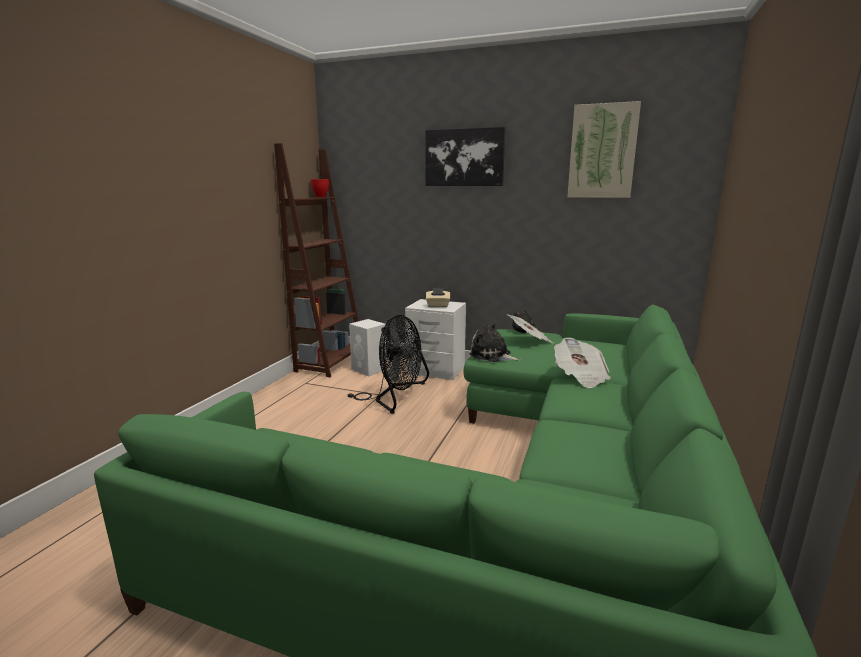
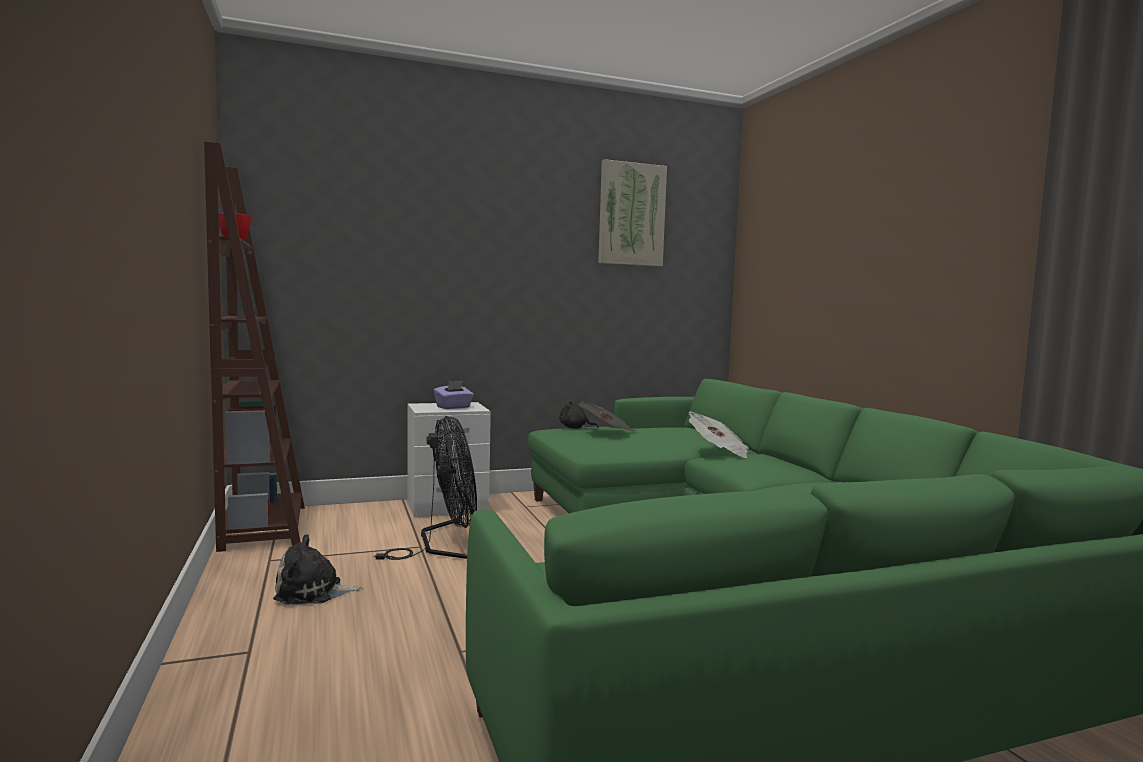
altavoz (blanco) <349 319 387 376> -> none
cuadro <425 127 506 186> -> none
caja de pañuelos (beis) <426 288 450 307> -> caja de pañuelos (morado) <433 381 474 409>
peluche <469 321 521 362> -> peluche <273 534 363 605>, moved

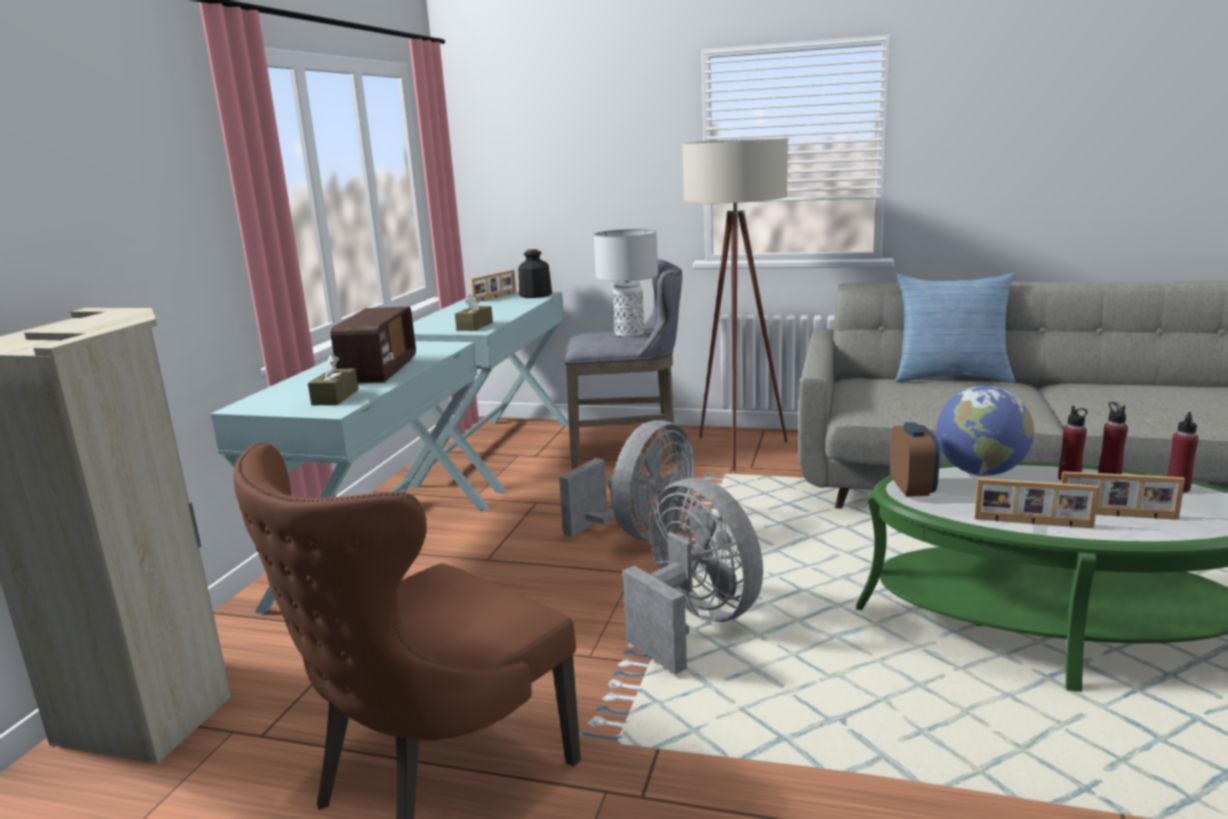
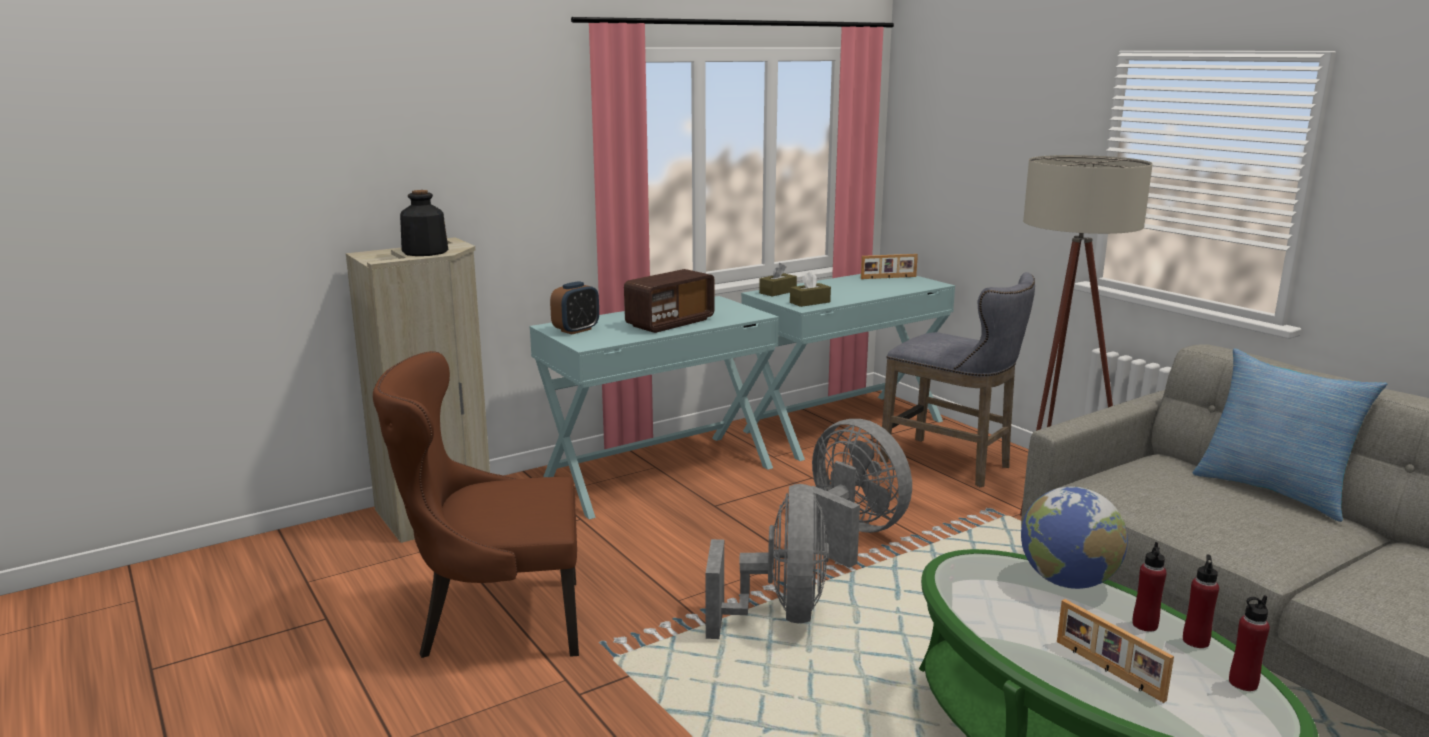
caja de pañuelos (marrón) <308 354 359 405> -> caja de pañuelos (marrón) <759 263 797 297>, moved
botella <518 249 552 298> -> botella <400 190 448 256>, moved
ventilador (gris) <559 420 695 541> -> ventilador (gris) <812 419 912 568>, 120 degrees counterclockwise
lámpara de mesa (blanco) <594 229 658 337> -> none
despertador <890 422 940 497> -> despertador <550 281 599 334>, moved
portarretratos <975 478 1099 528> -> none

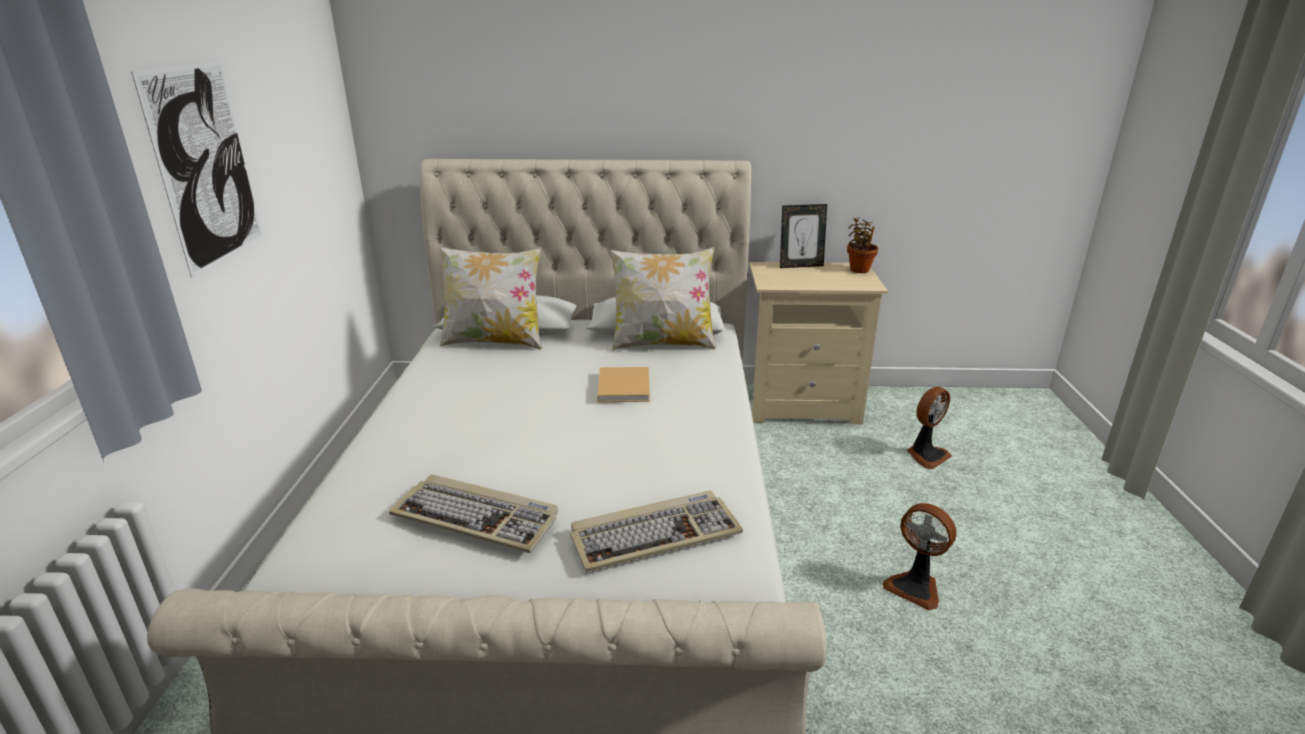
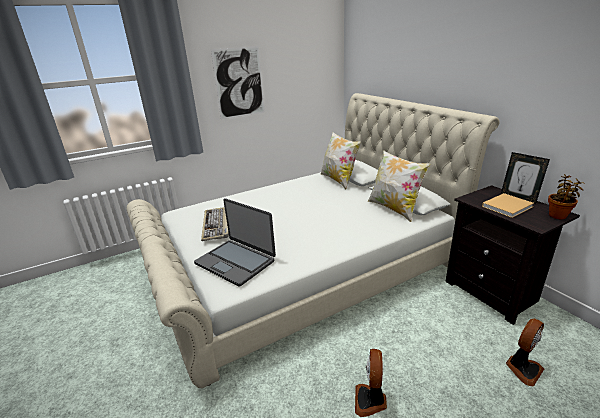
teclado <570 490 743 572> -> portátil <194 198 276 286>
libro (beis) <597 367 650 402> -> libro (beis) <482 193 534 218>, moved
mesita de noche (beis) <749 262 888 424> -> mesita de noche (negro) <445 185 580 325>
ventilador <907 387 952 469> -> ventilador <506 319 544 387>, 60 degrees counterclockwise

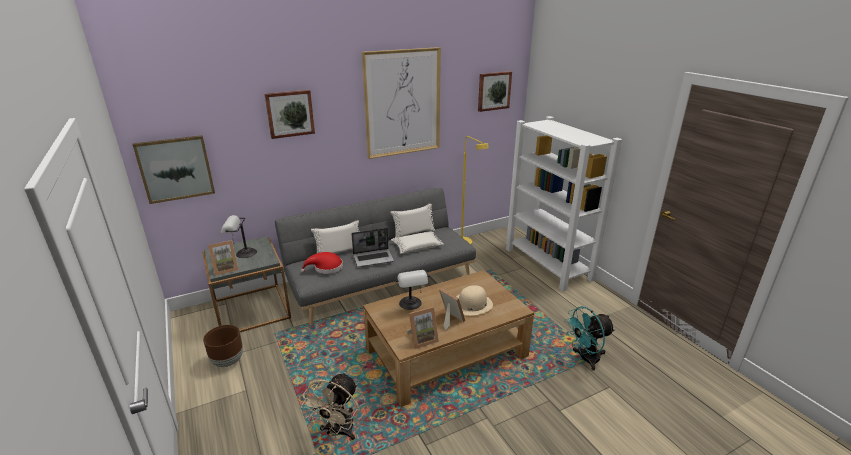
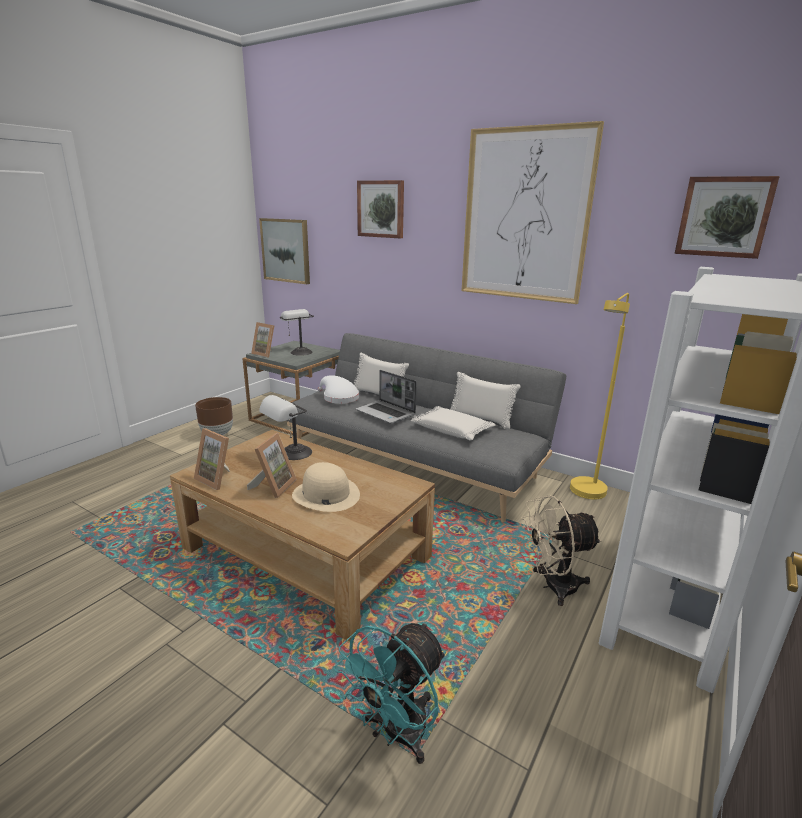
sombrero (rojo) <301 252 343 274> -> sombrero (blanco) <318 375 359 404>
ventilador (beis) <301 372 358 440> -> ventilador (beis) <521 495 602 606>, moved
ventilador (turquesa) <564 306 615 370> -> ventilador (turquesa) <334 622 446 764>, 90 degrees counterclockwise

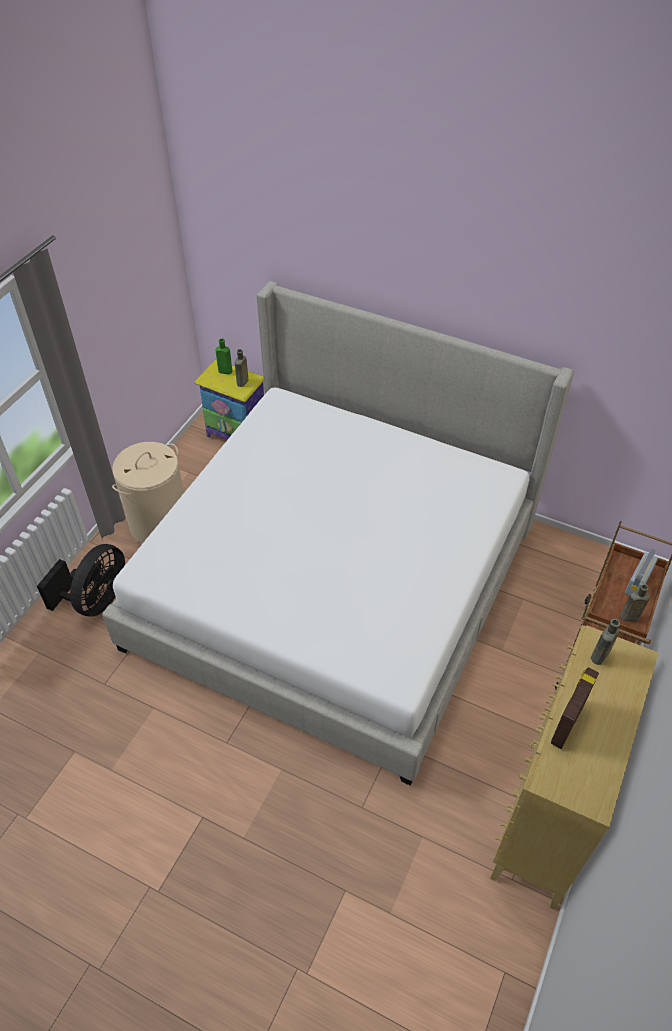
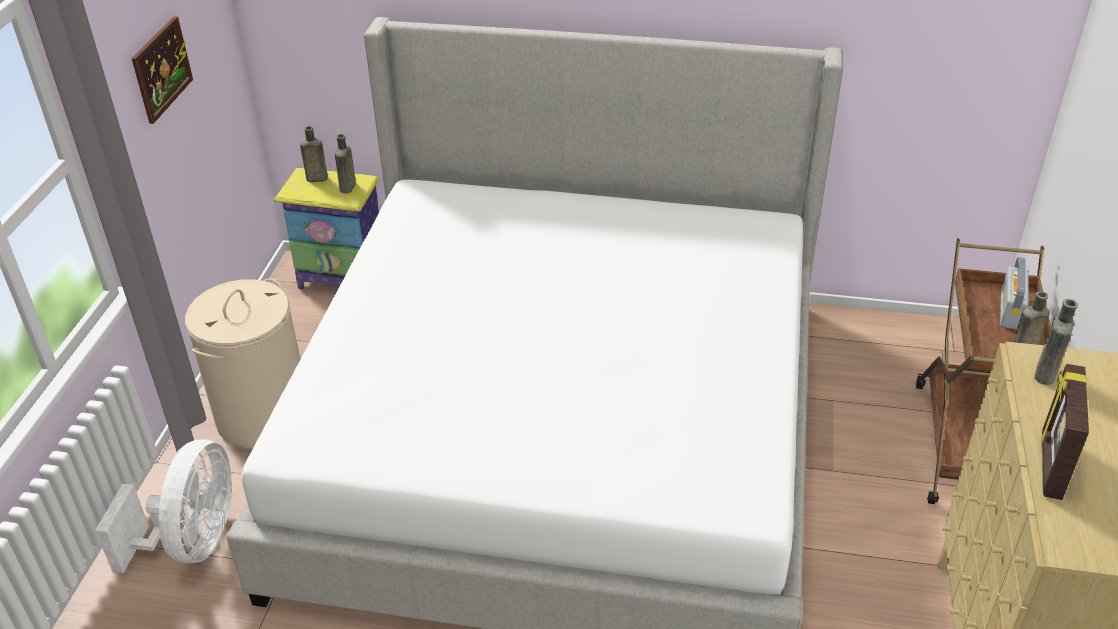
ventilador (negro) <37 544 125 617> -> ventilador (blanco) <95 439 232 573>
botella (verde) <216 338 232 374> -> botella (marrón) <300 126 328 182>
none -> cuadro <131 16 193 124>

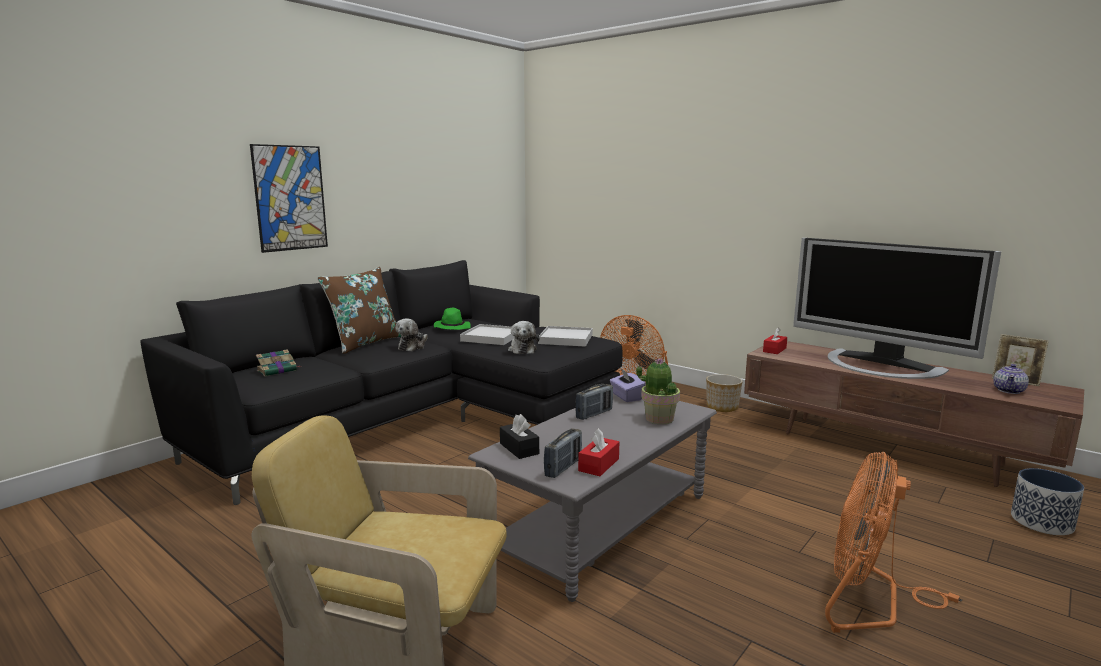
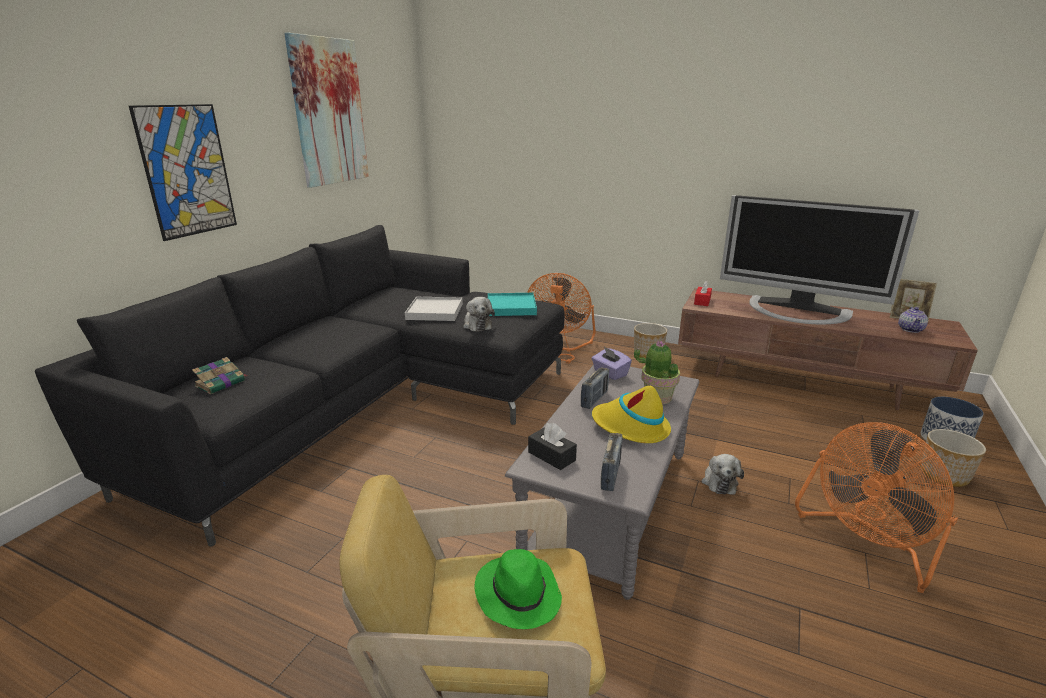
cojín (marrón) <317 267 401 354> -> none
peluche <395 318 428 351> -> peluche <702 454 744 495>, moved
sombrero (verde) <434 308 471 330> -> sombrero (verde) <475 549 562 629>, moved
bandeja (blanco) <538 326 593 347> -> bandeja (turquesa) <488 293 537 316>
caja de pañuelos (rojo) <578 428 619 476> -> none
ventilador (naranja) <825 452 962 633> -> ventilador (naranja) <795 422 958 593>, 45 degrees counterclockwise
none -> cuadro <284 32 369 188>
none -> sombrero (amarillo) <592 386 671 443>
none -> maceta <921 429 986 487>

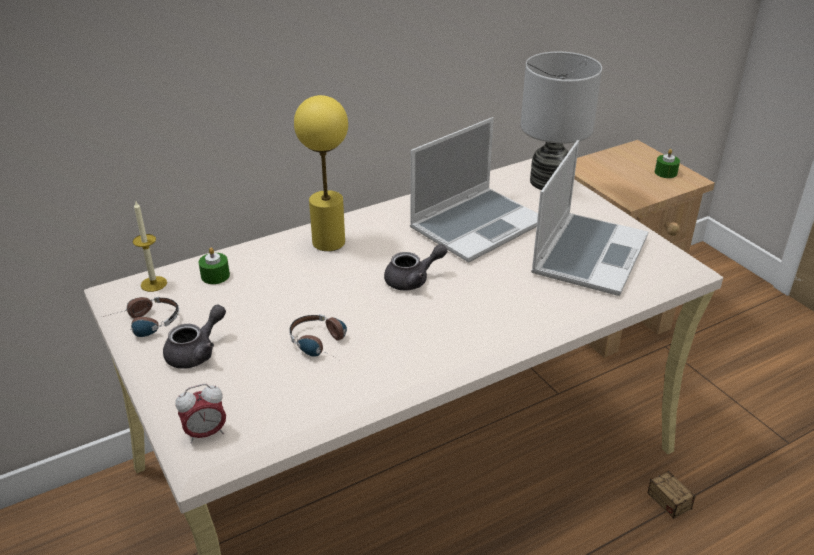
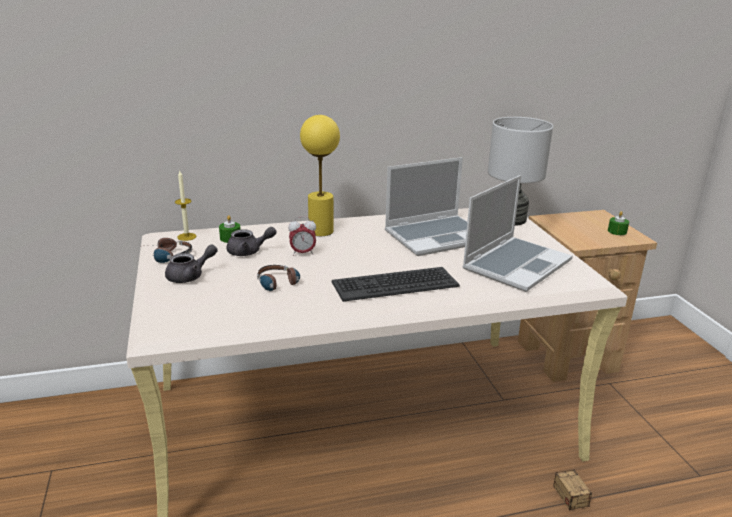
despertador <176 384 226 444> -> despertador <288 217 316 256>, moved
tetera (gris) <384 244 447 290> -> tetera (gris) <226 227 277 256>, moved
none -> teclado <331 267 460 302>

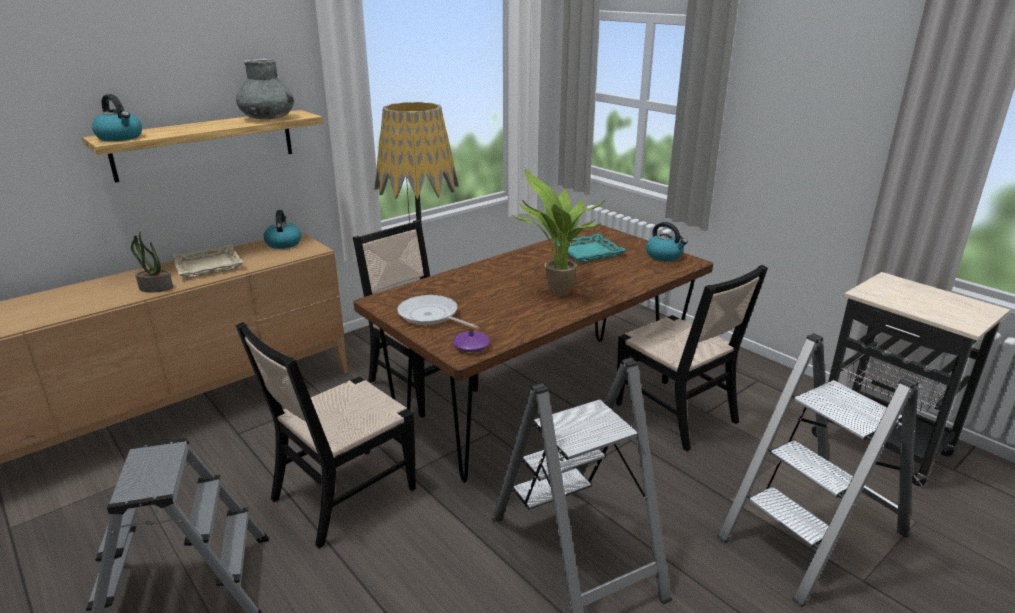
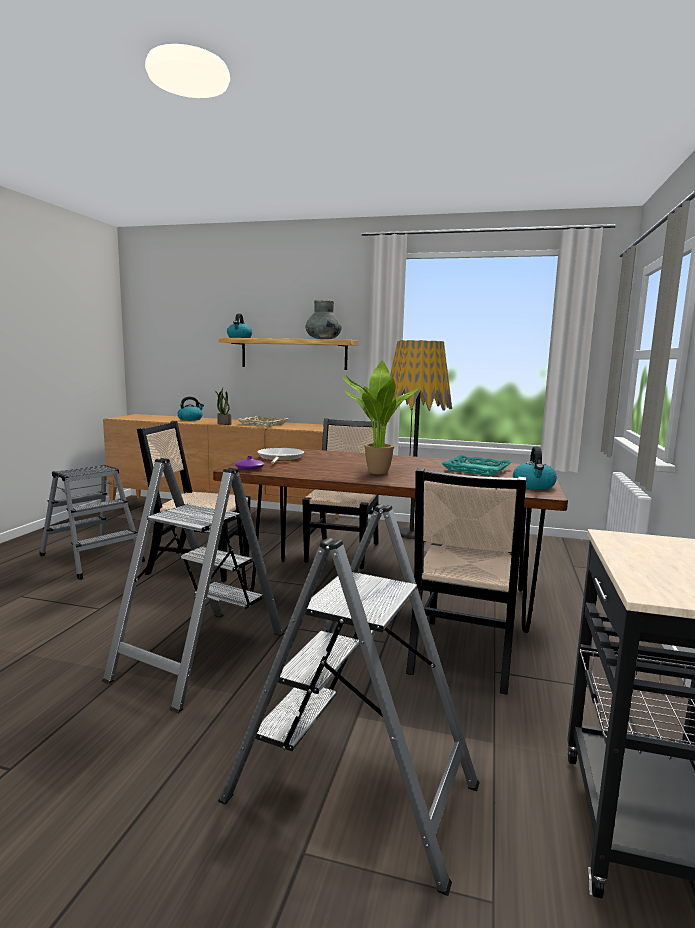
hervidor <264 210 302 249> -> hervidor <178 397 204 421>, moved

